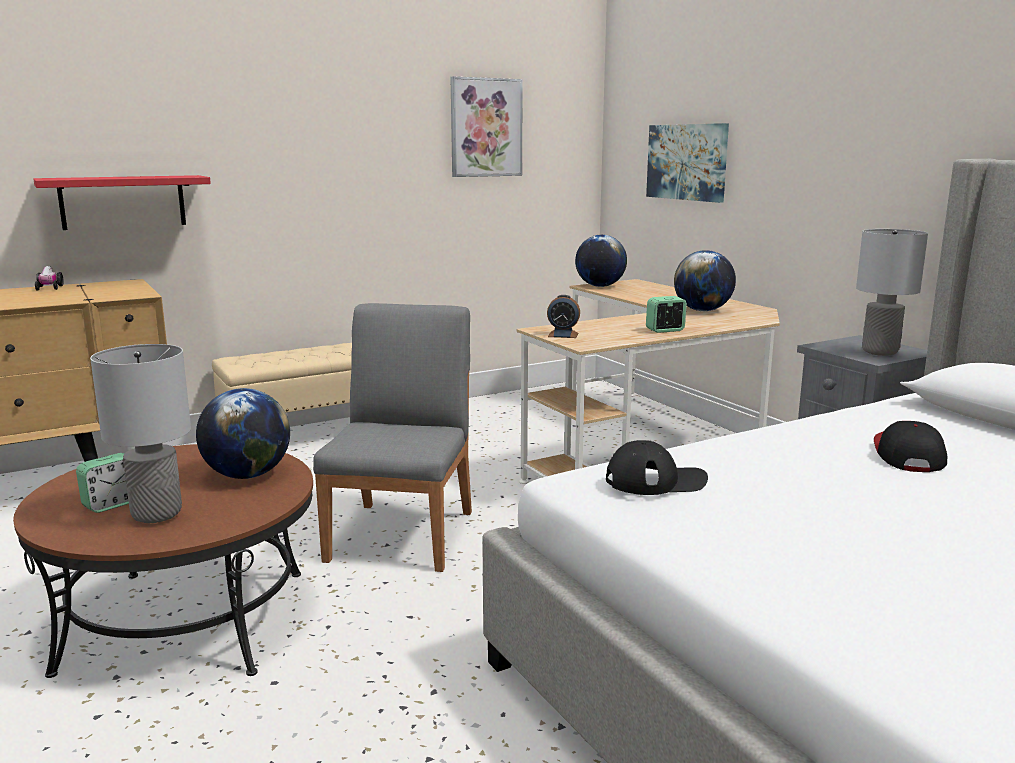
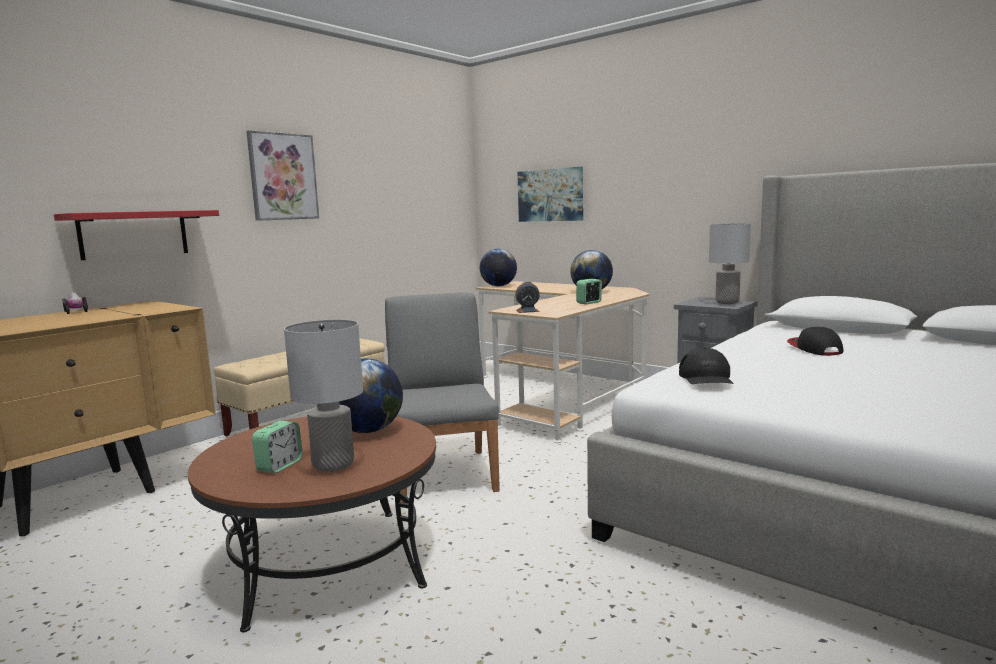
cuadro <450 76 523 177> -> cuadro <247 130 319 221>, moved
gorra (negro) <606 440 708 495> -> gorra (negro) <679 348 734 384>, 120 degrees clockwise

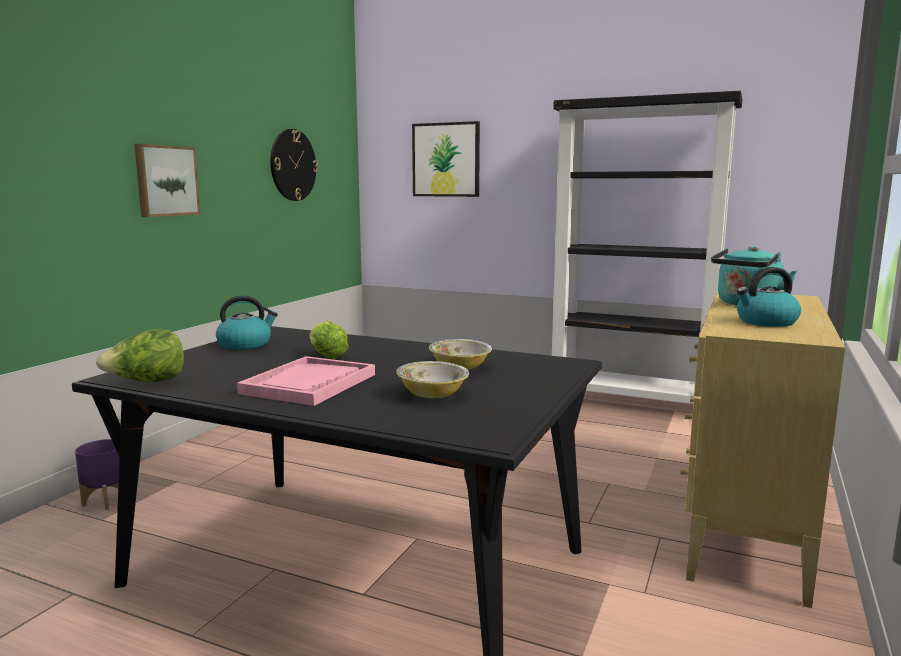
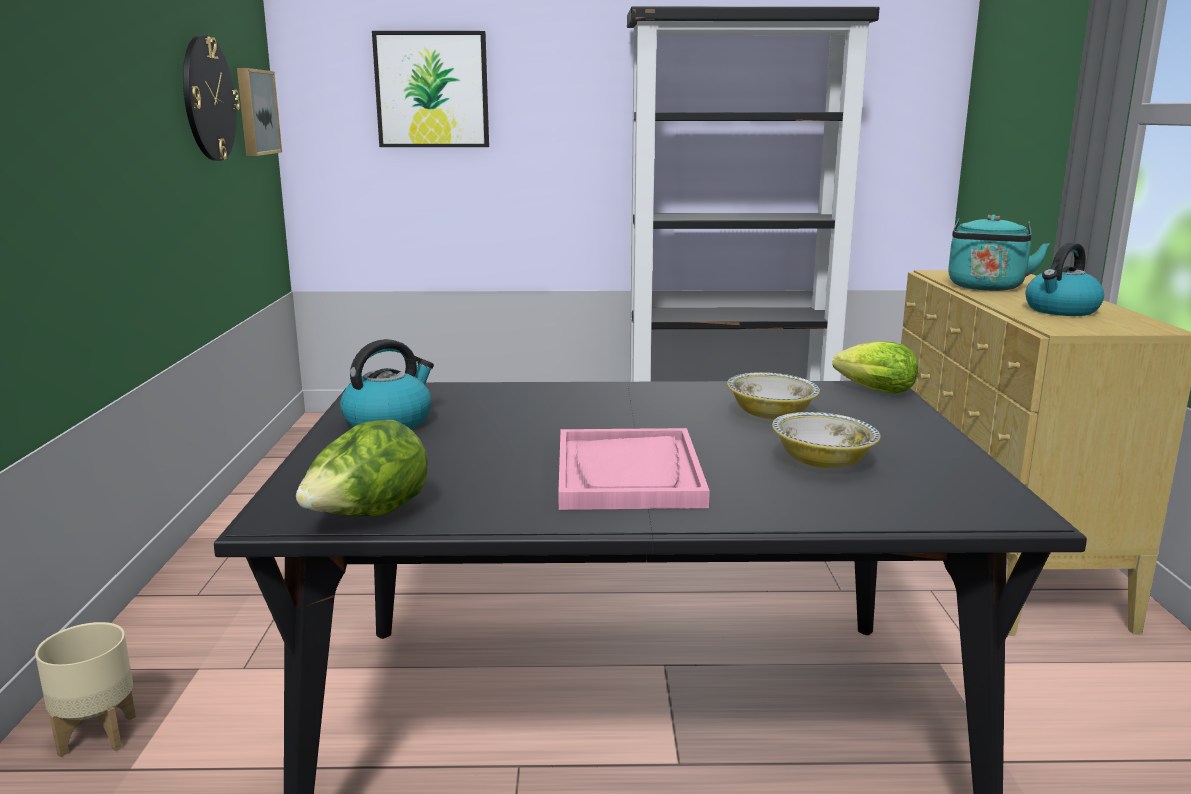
maceta (morado) <75 439 119 510> -> maceta (beis) <35 622 136 757>
cuadro <134 144 201 217> -> cuadro <237 68 282 156>, moved
lechuga <310 321 348 359> -> lechuga <832 341 919 394>, moved

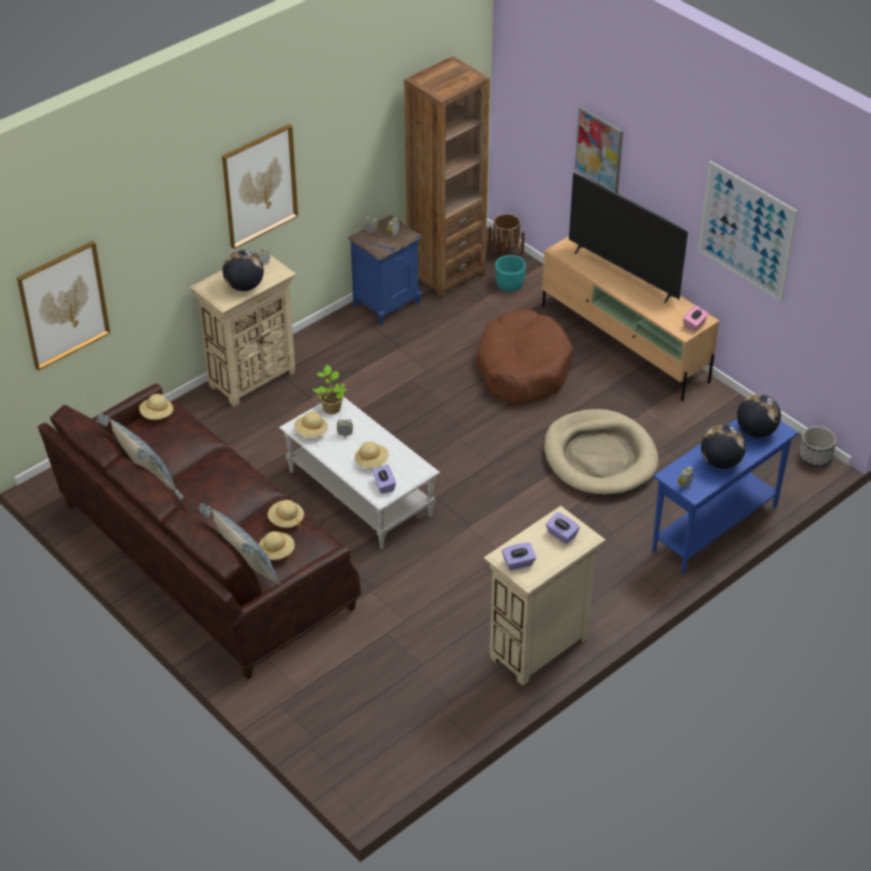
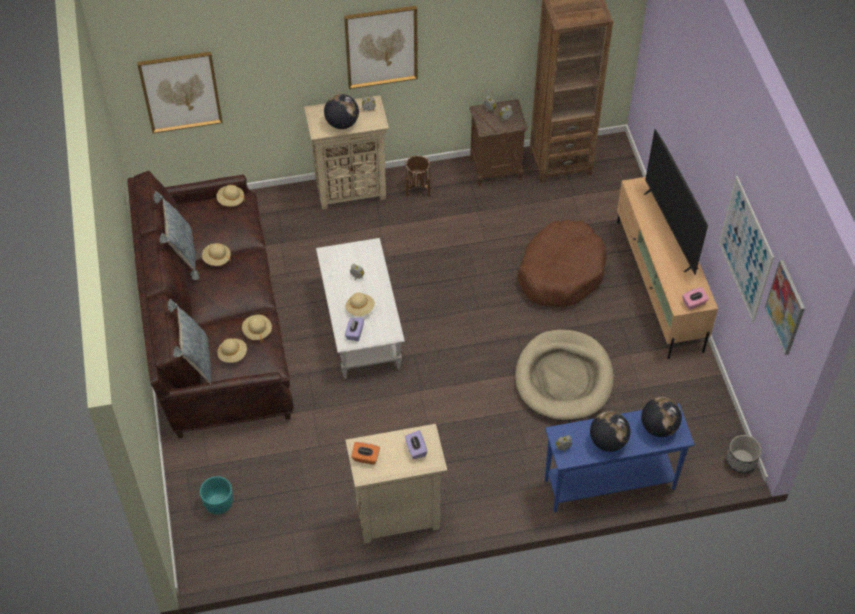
sombrero (beis) <294 412 328 437> -> sombrero (beis) <202 243 231 266>, moved
planta en maceta <312 365 347 414> -> none
mesita de noche (azul) <348 215 422 326> -> mesita de noche (marrón) <469 99 528 186>
maceta (marrón) <488 214 525 257> -> maceta (marrón) <406 155 430 197>, moved
maceta (turquesa) <495 255 526 292> -> maceta (turquesa) <200 476 233 515>, moved
caja de pañuelos (morado) <502 543 536 570> -> caja de pañuelos (naranja) <351 442 380 465>
cuadro <575 107 623 193> -> cuadro <765 260 805 355>, moved

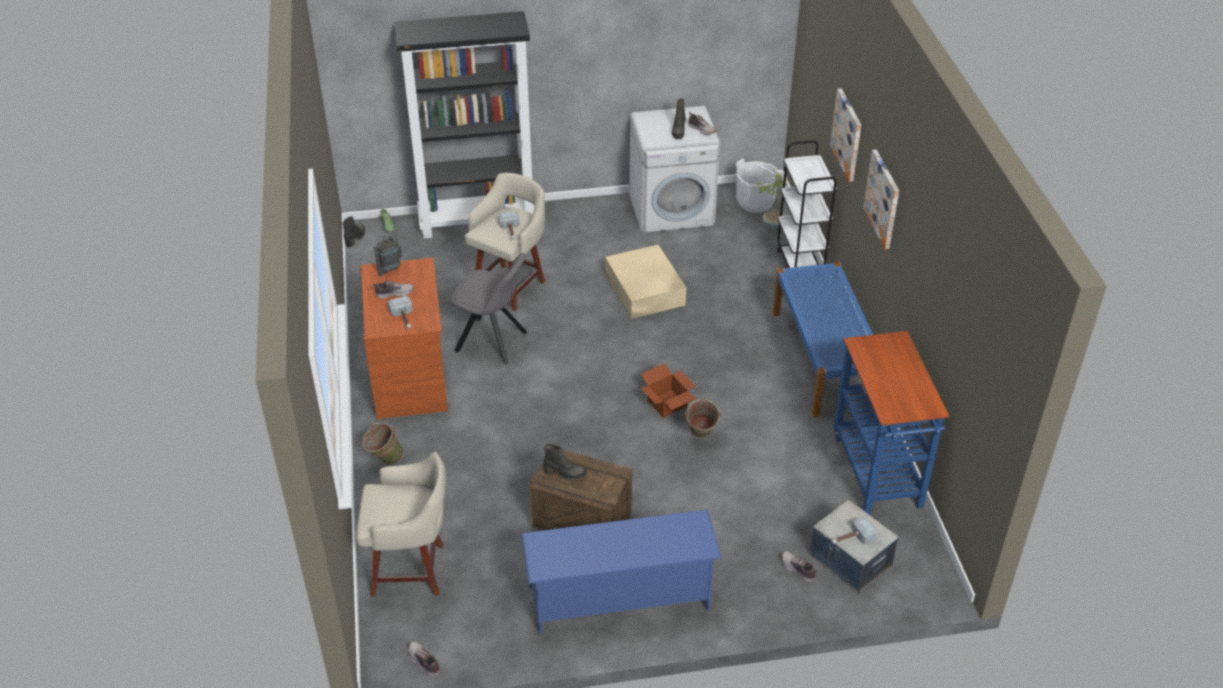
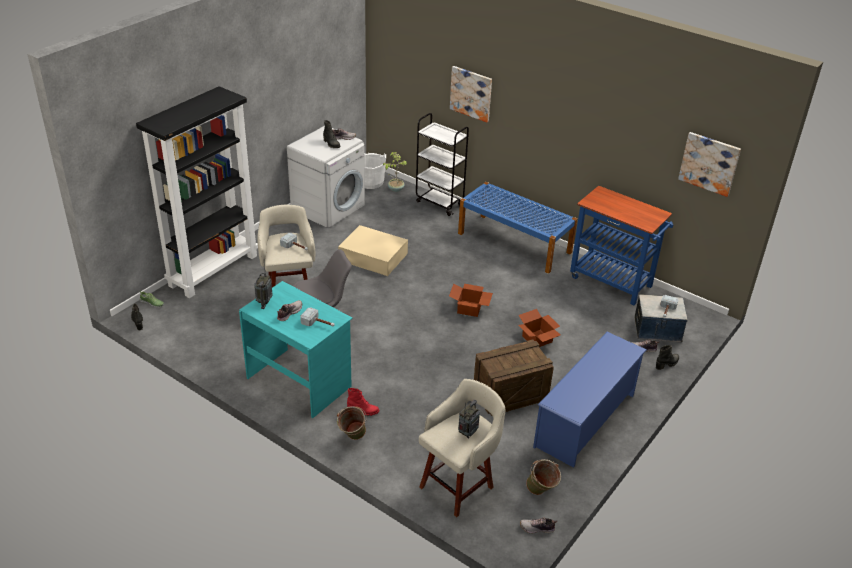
escritorio (marrón) <360 258 448 419> -> escritorio (turquesa) <239 281 353 418>
bota (negro) <544 444 587 481> -> bota (negro) <656 345 679 370>, moved
cubo (verde) <685 399 721 438> -> cubo (verde) <526 459 561 495>, moved
cuadro <863 149 899 250> -> cuadro <678 132 741 197>, moved
none -> bota (rojo) <347 388 379 416>
none -> radio <458 400 480 439>
none -> caja de cartón <518 309 560 347>

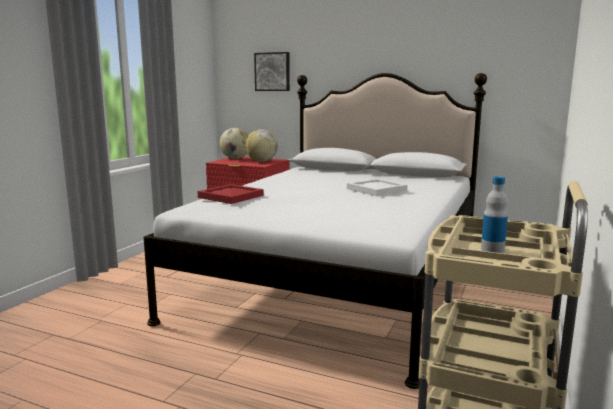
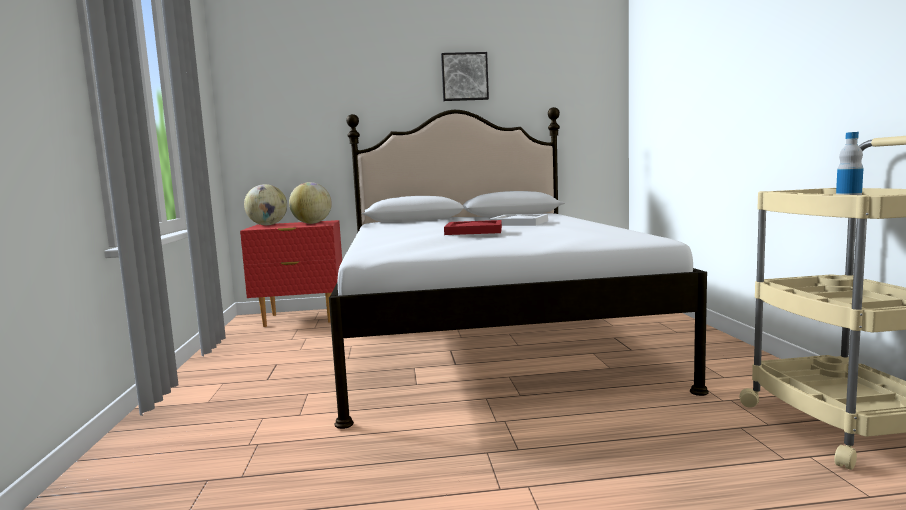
bandeja (rojo) <198 184 264 204> -> bandeja (rojo) <444 220 502 235>, moved
cuadro <254 52 290 91> -> cuadro <441 52 489 101>, moved

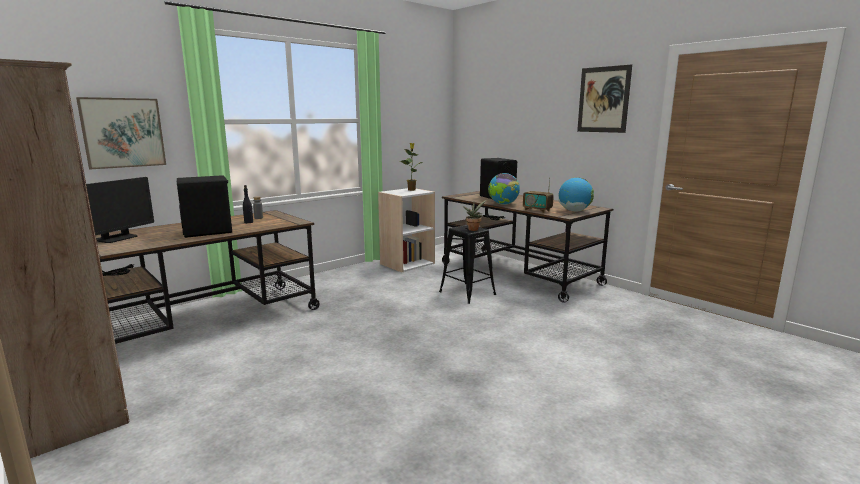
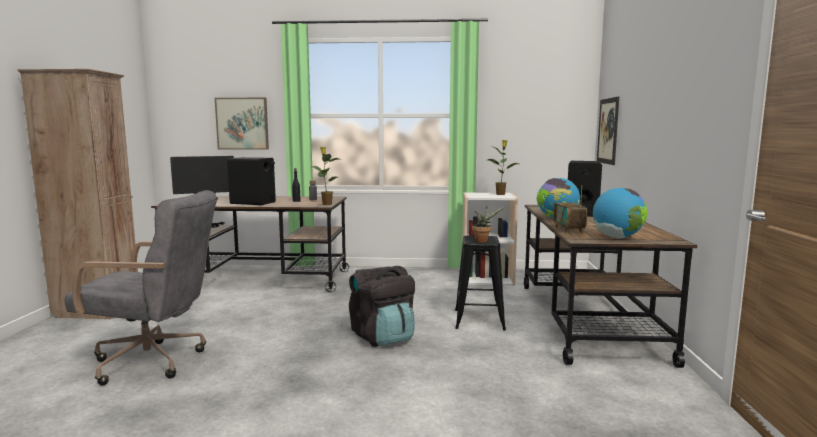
cuadro <577 65 632 133> -> cuadro <597 97 619 165>, moved
none -> silla de oficina (gris) <64 190 217 386>
none -> planta en maceta <312 147 341 205>
none -> mochila (negro) <349 266 415 347>

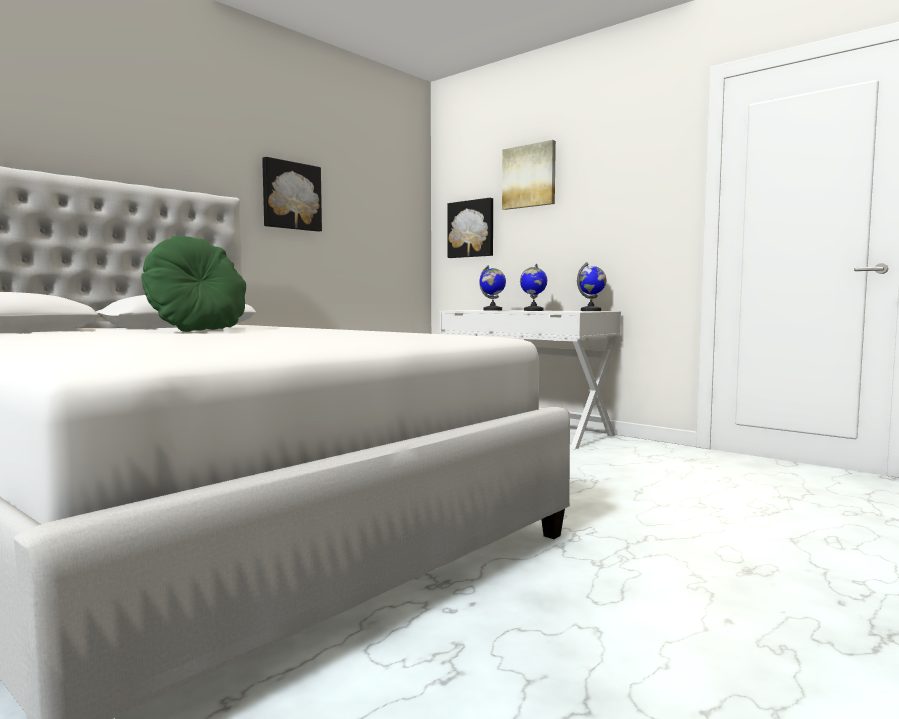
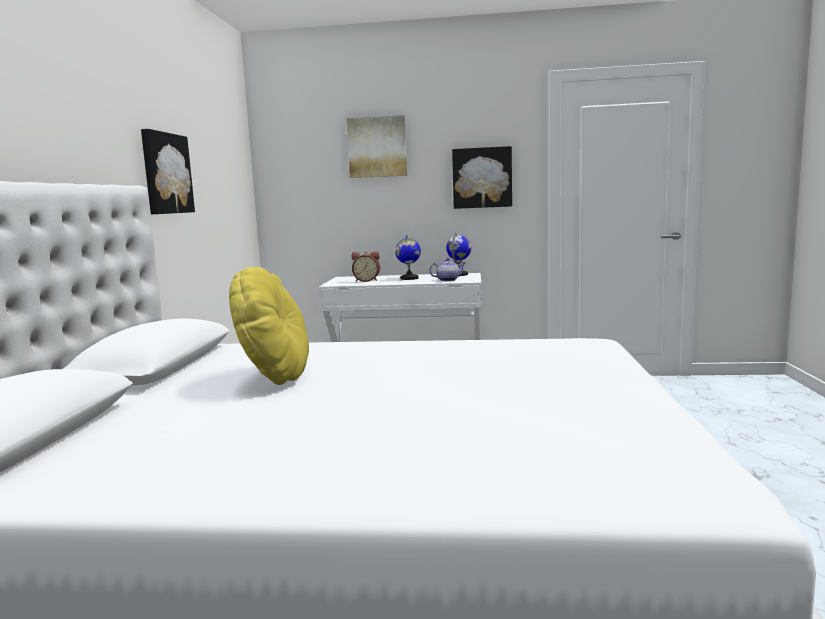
cojín (verde) <141 236 246 332> -> cojín (amarillo) <229 267 309 385>
cuadro <448 198 493 258> -> cuadro <452 146 512 209>, moved
globo terráqueo <479 265 506 311> -> despertador <352 252 380 282>
none -> tetera <429 258 465 281>

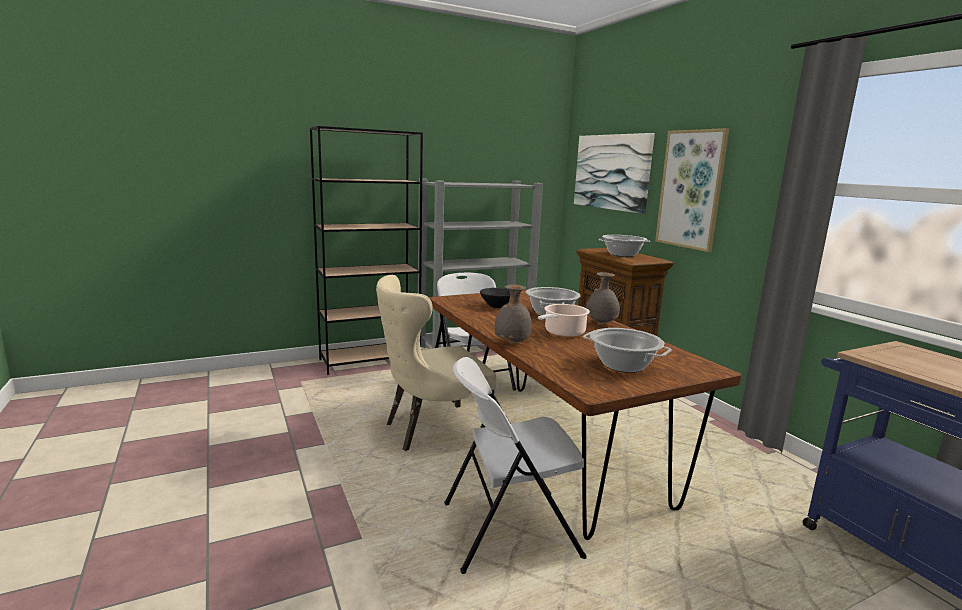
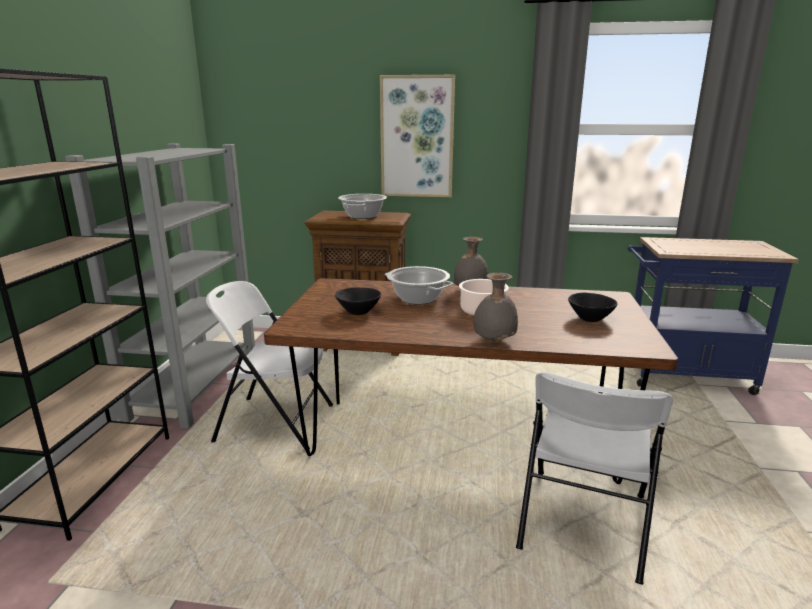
silla (beis) <376 275 496 451> -> none
cuadro <574 133 655 214> -> none
olla <583 328 672 373> -> cuenco (negro) <568 293 618 322>

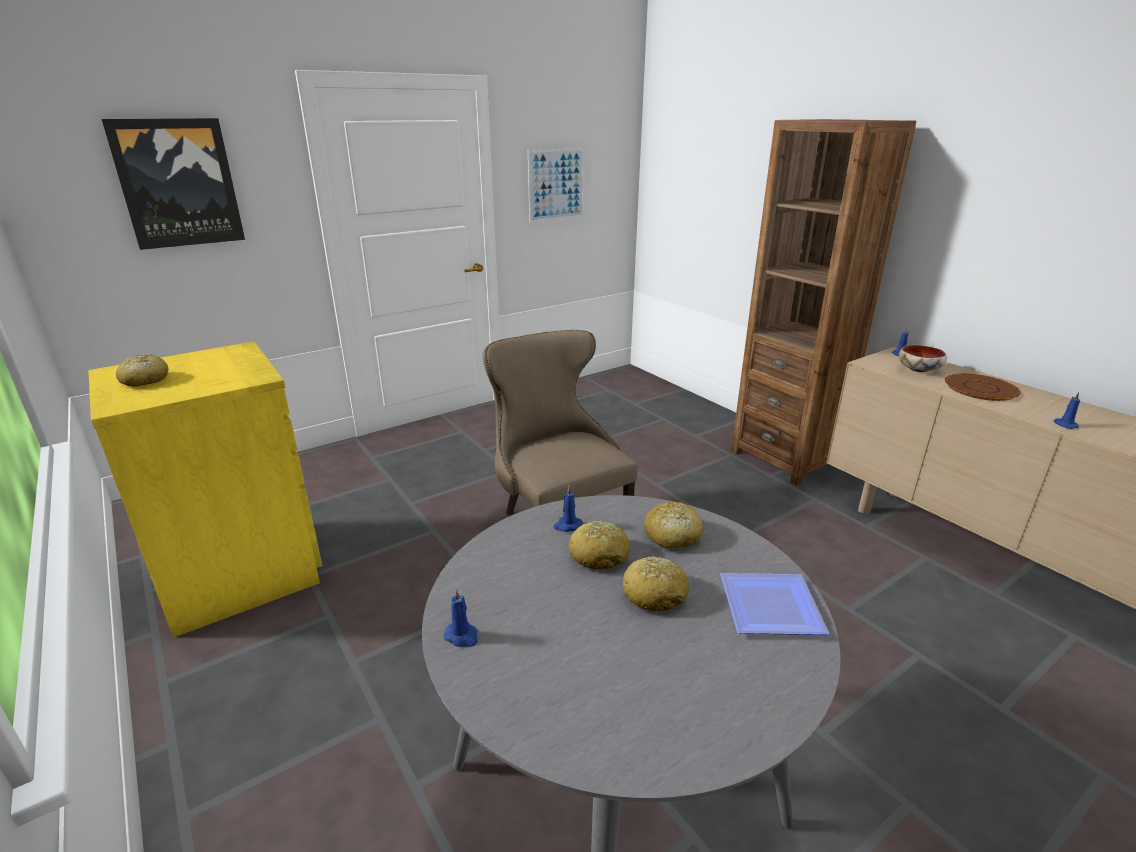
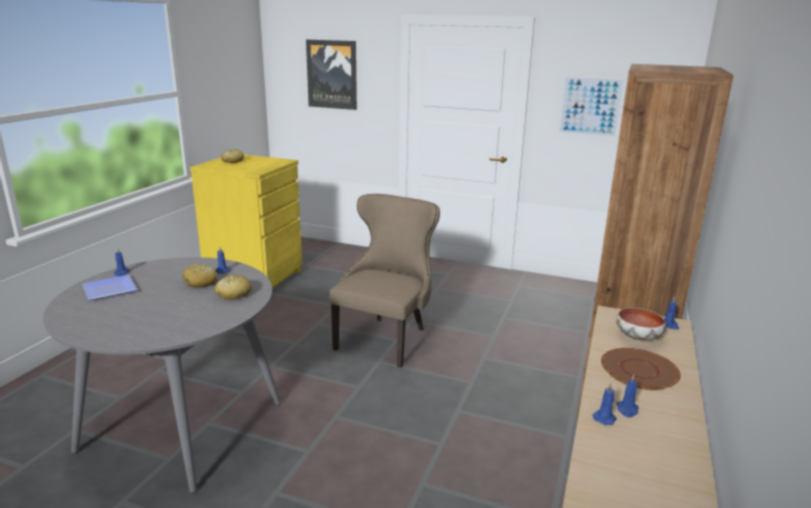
pan <623 556 689 612> -> none
plato <720 573 830 635> -> plato <82 275 137 300>, moved
none -> vela (azul) <617 374 639 417>

